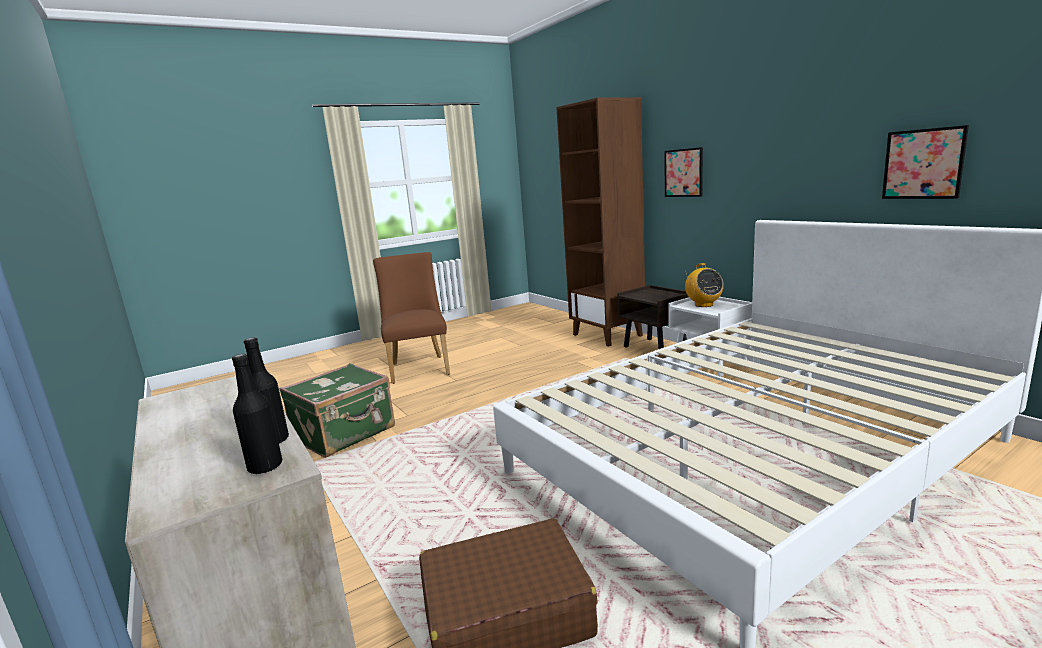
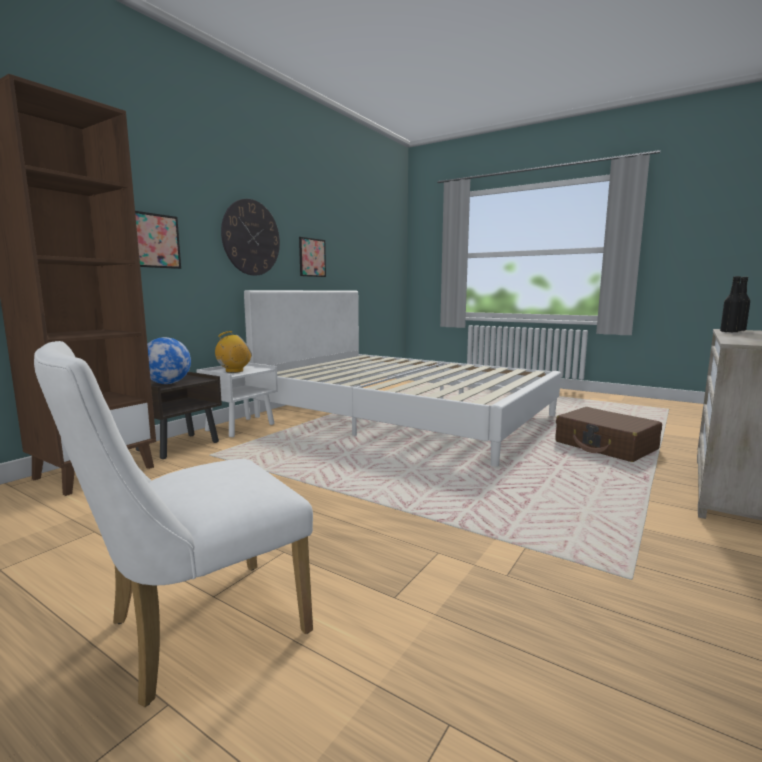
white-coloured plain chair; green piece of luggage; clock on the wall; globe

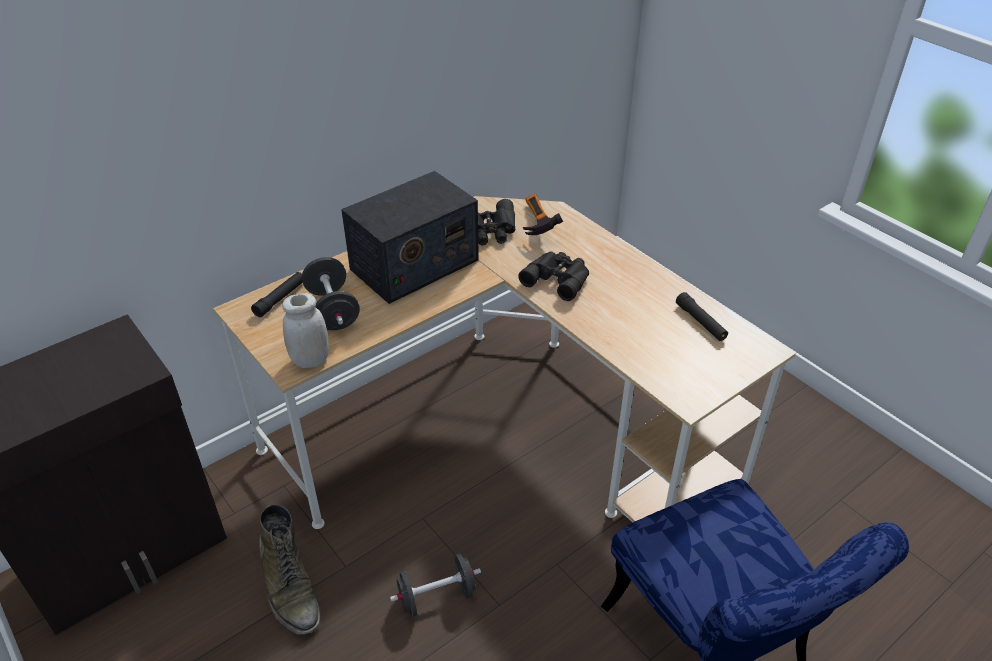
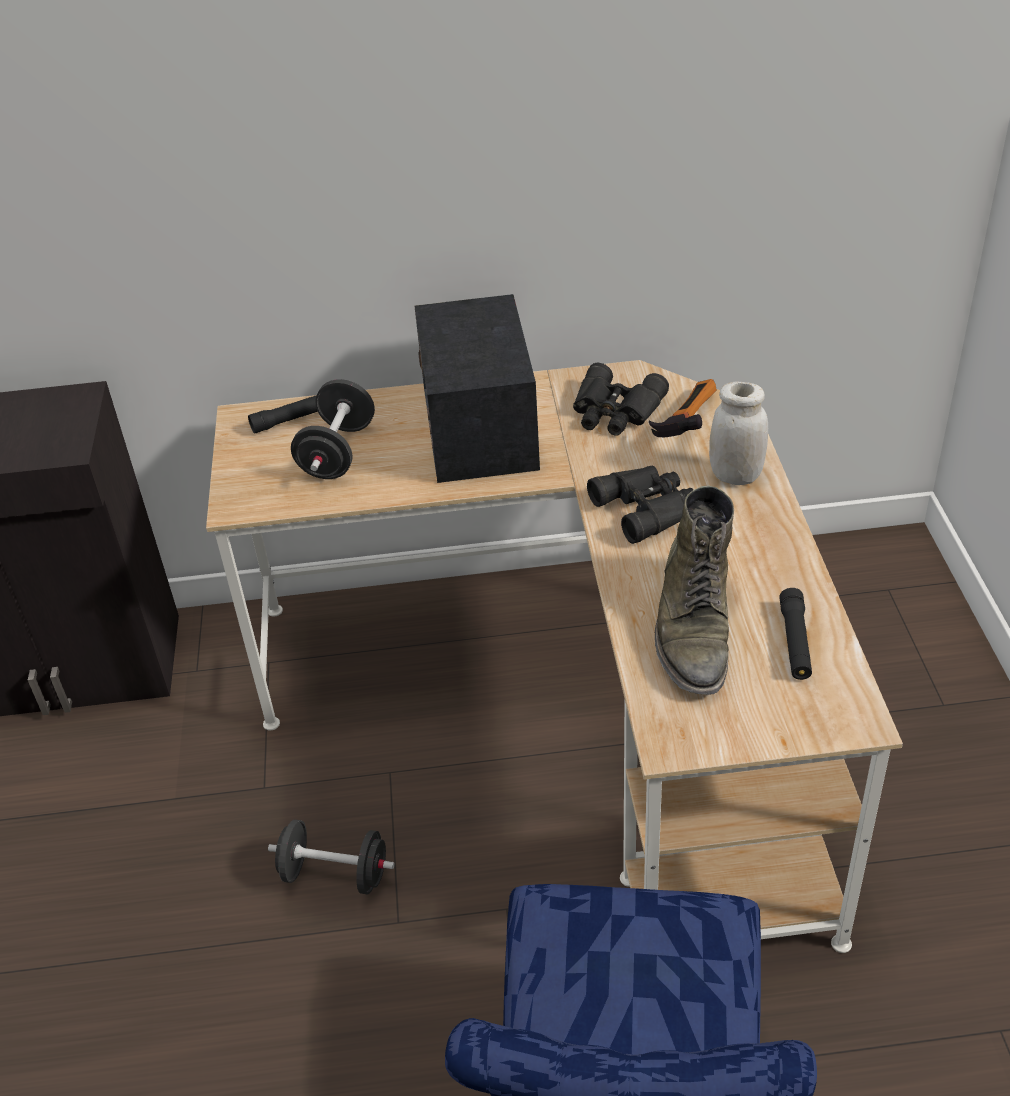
radio; white-coloured storage jar; green tall boot

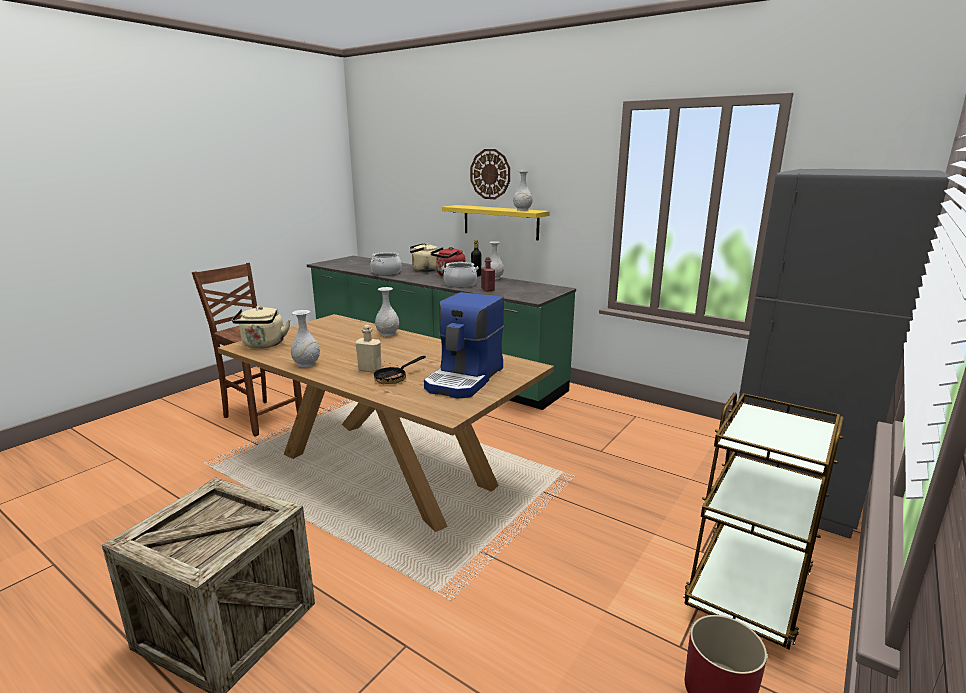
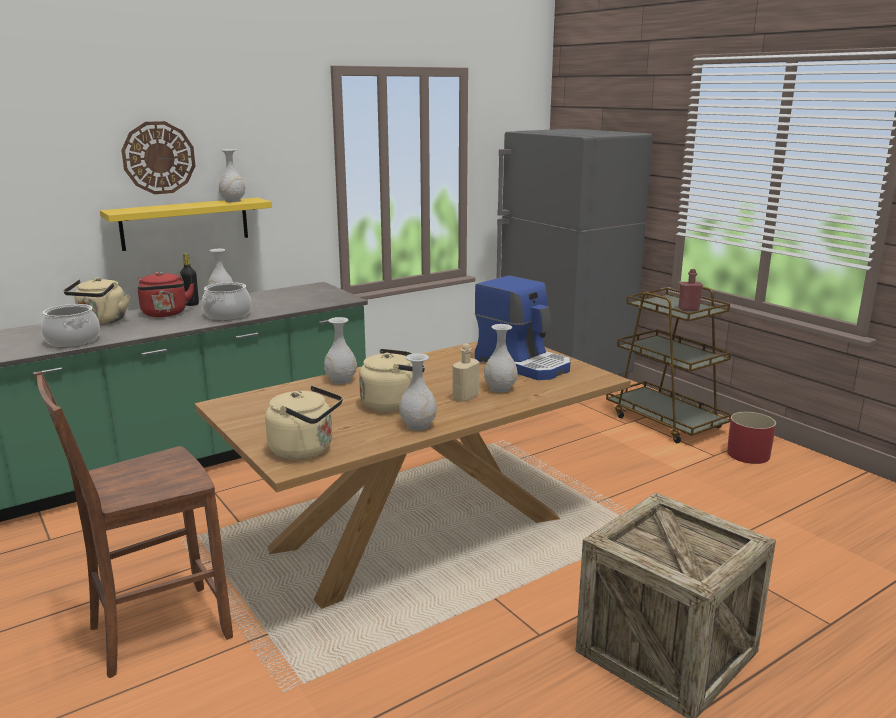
reddish beverage bottle; white-coloured flower vase (5th from left); beige kettle (3rd from left)

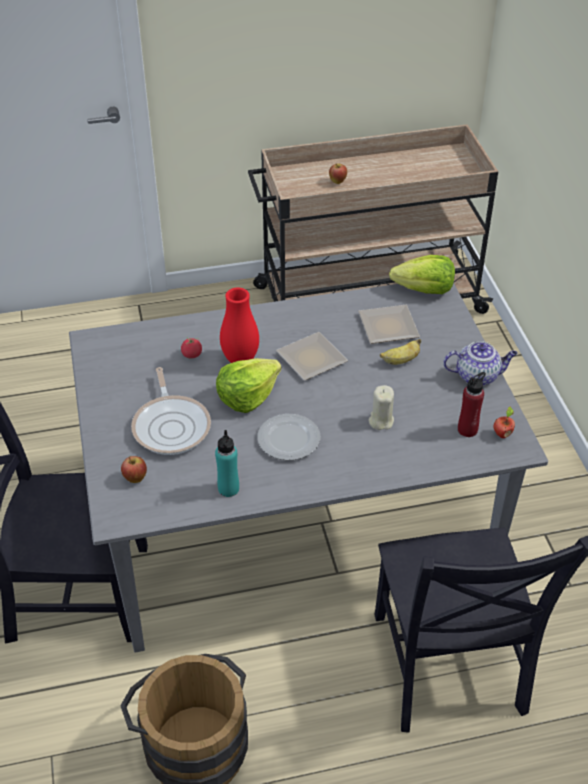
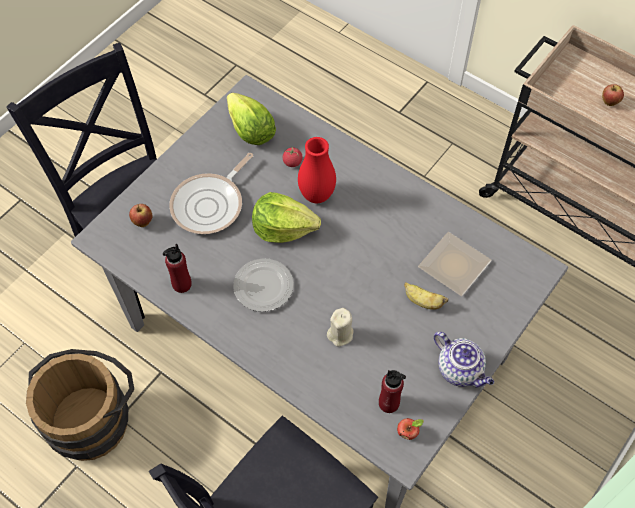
lettuce (1st from left); dinner plate (2nd from left in the first image); reddish beverage bottle (1st from left)

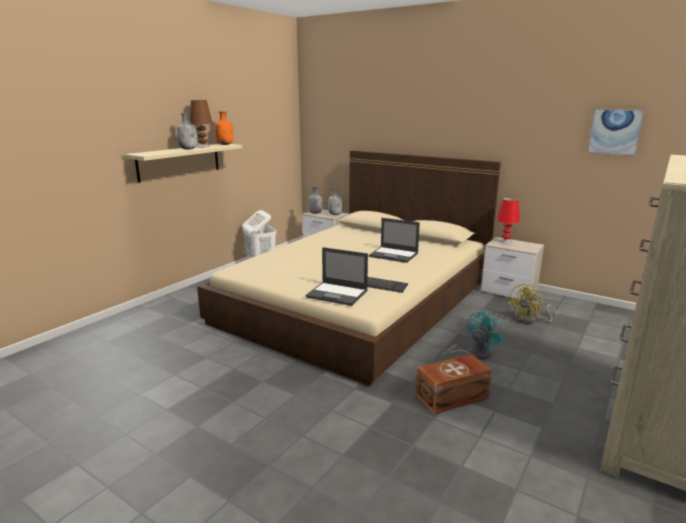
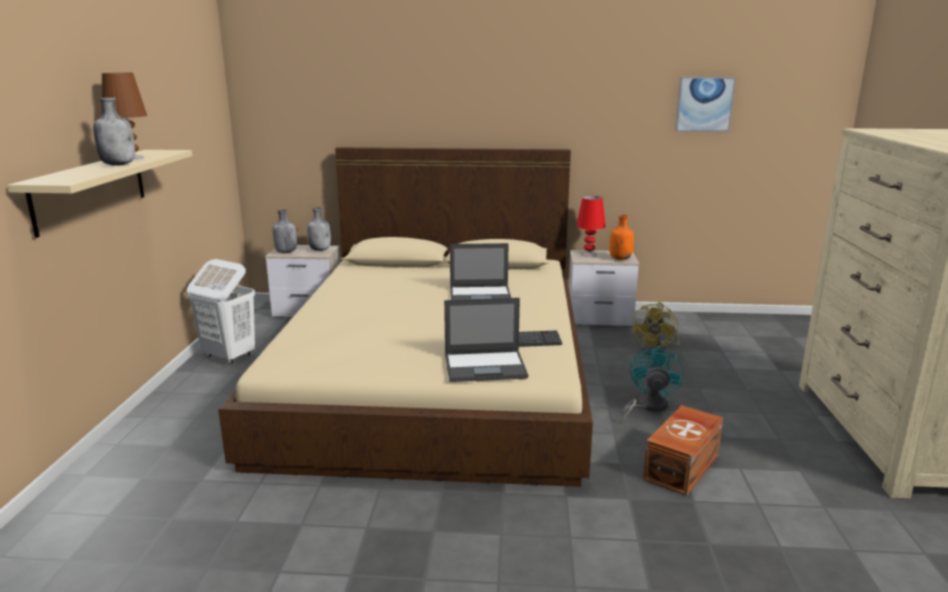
orangey beverage bottle

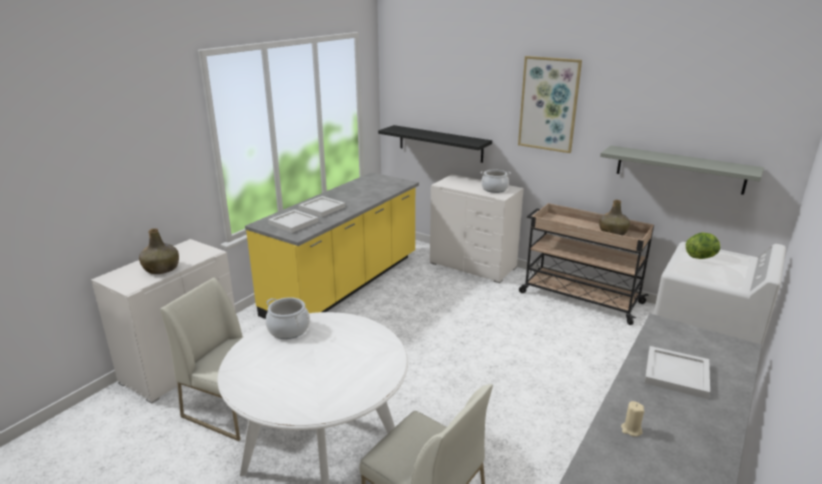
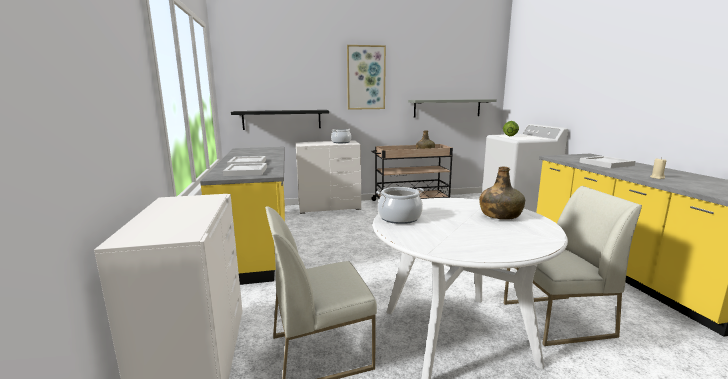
green beverage bottle (2nd from left)

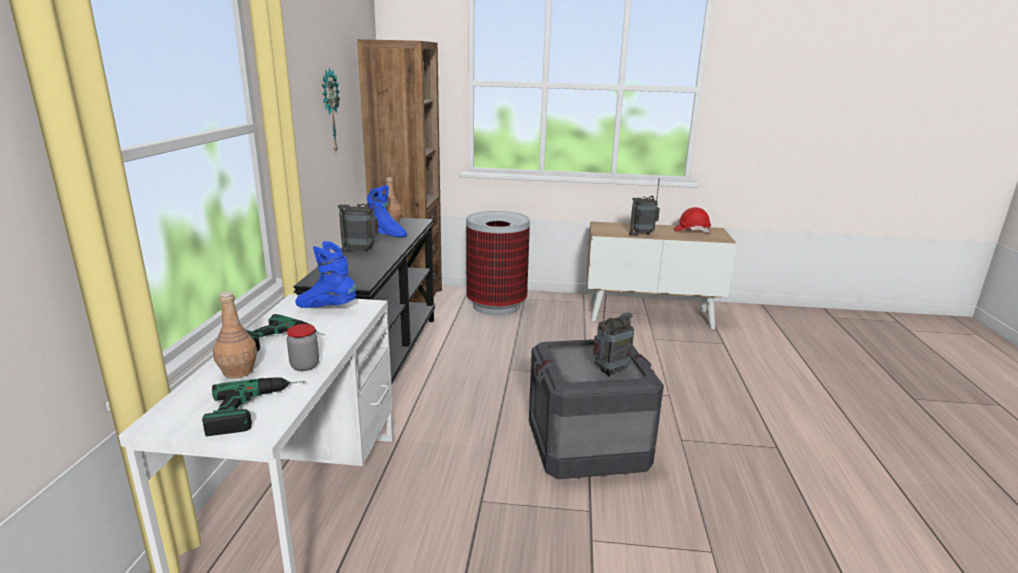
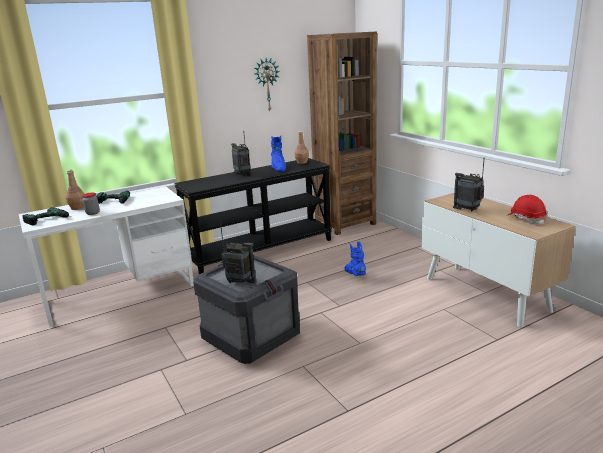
waste bin; blue tall boot (2nd from left)

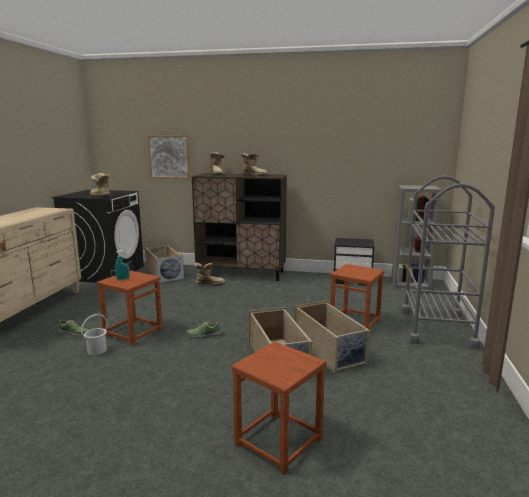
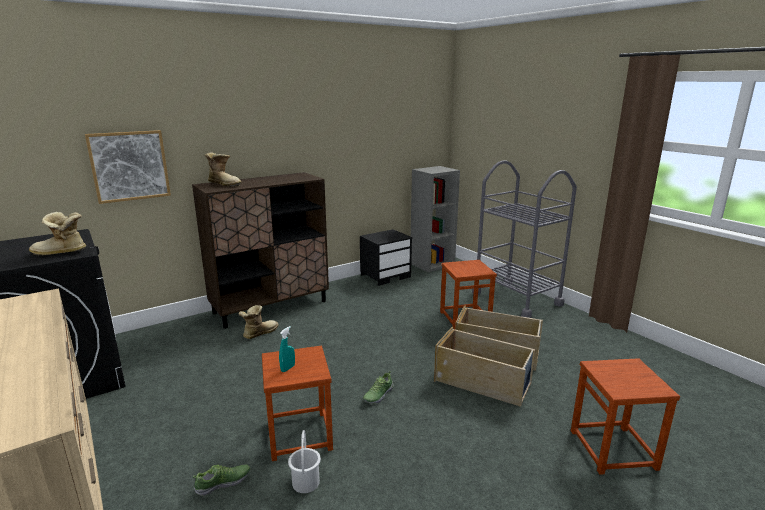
tall boot (4th from left in the first image); beige storage bin (1st from left in the first image)

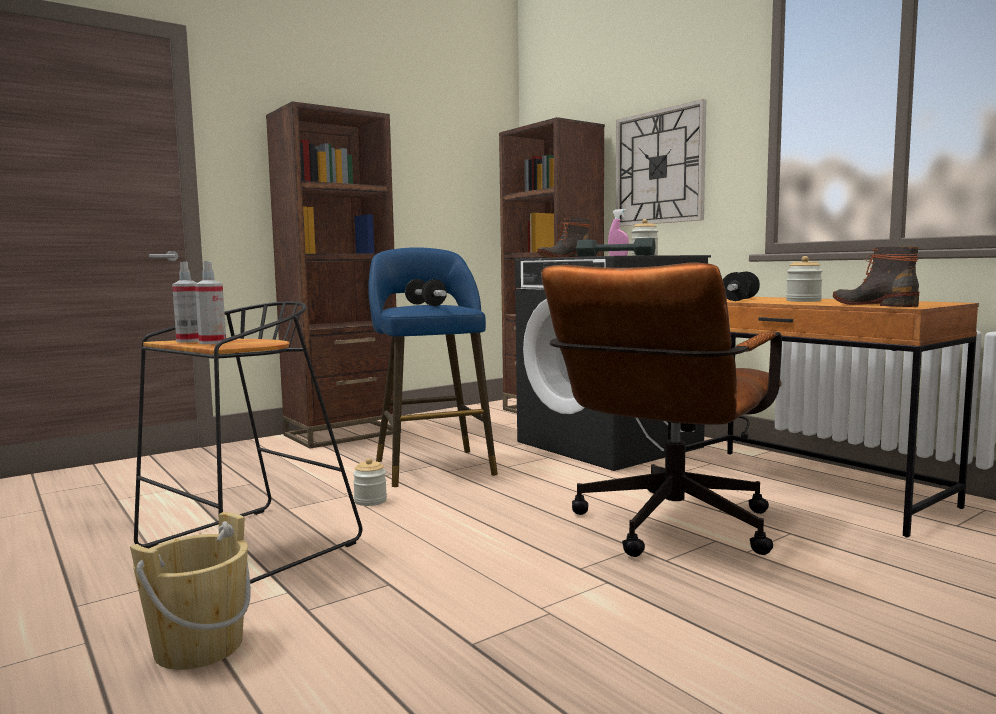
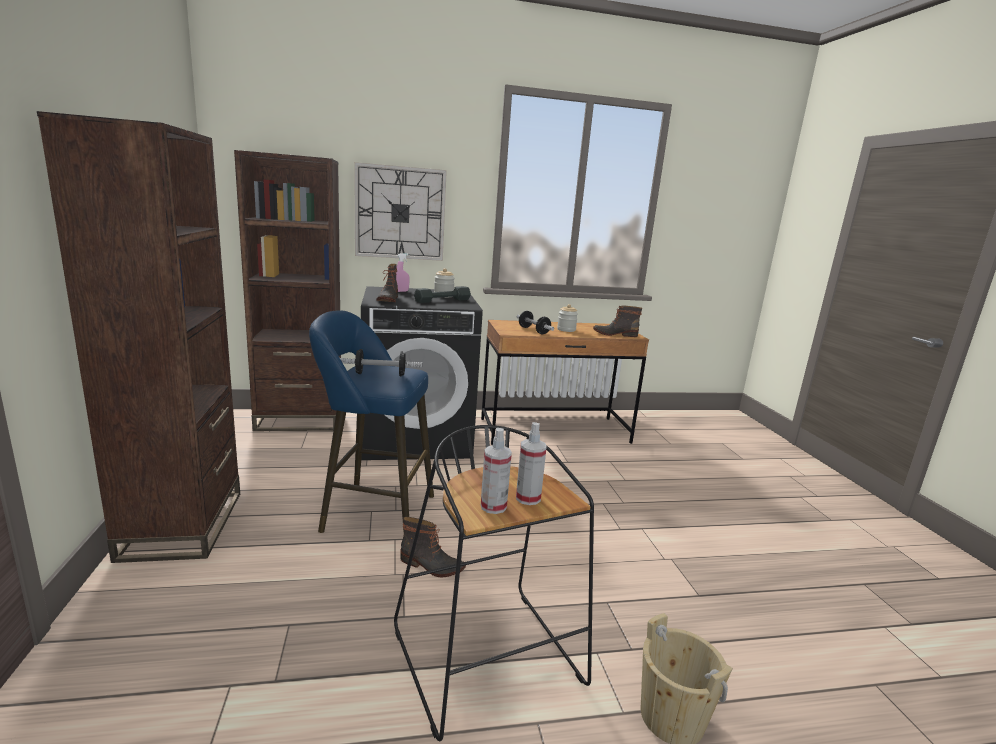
brown office chair; tall boot (2nd from left)

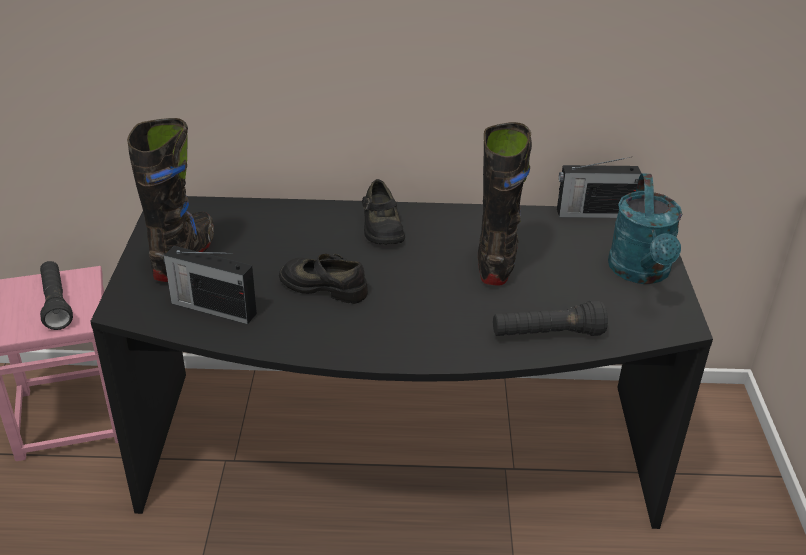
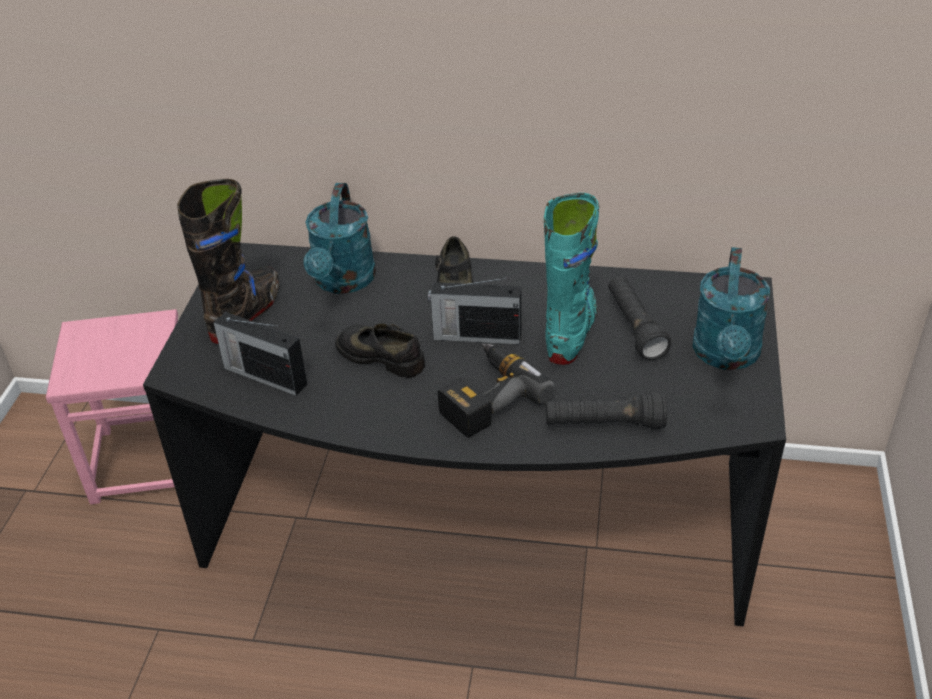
turquoise-coloured tall boot; radio (2nd from left); black-coloured torch (2nd from left); turquoise-coloured watering can (1st from left); power drill

